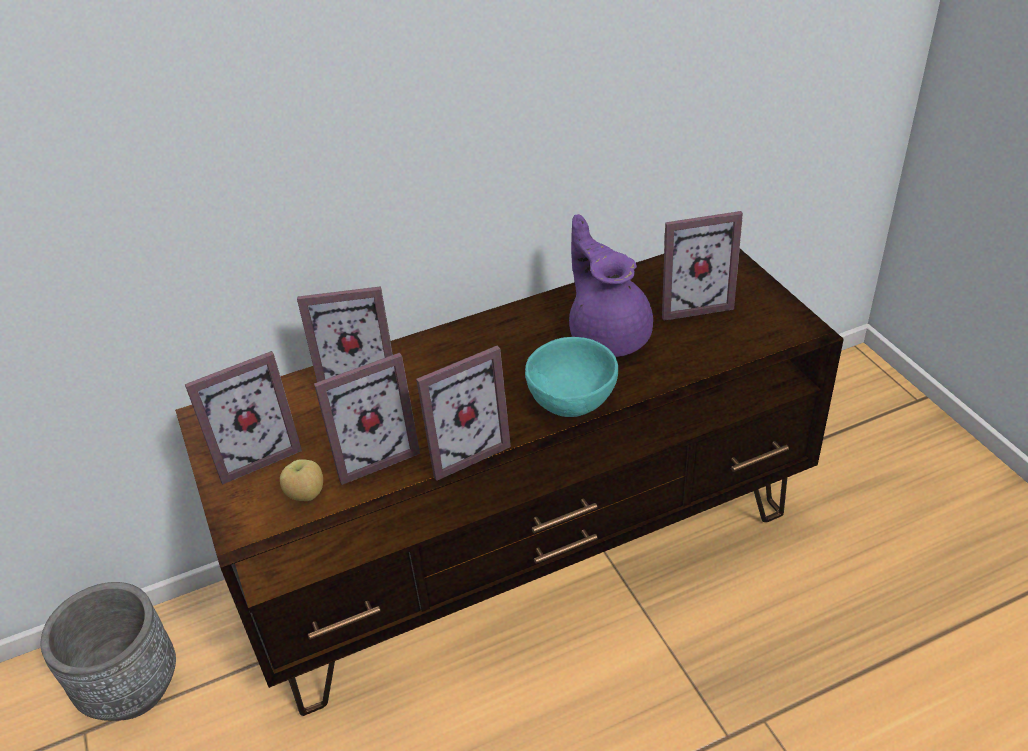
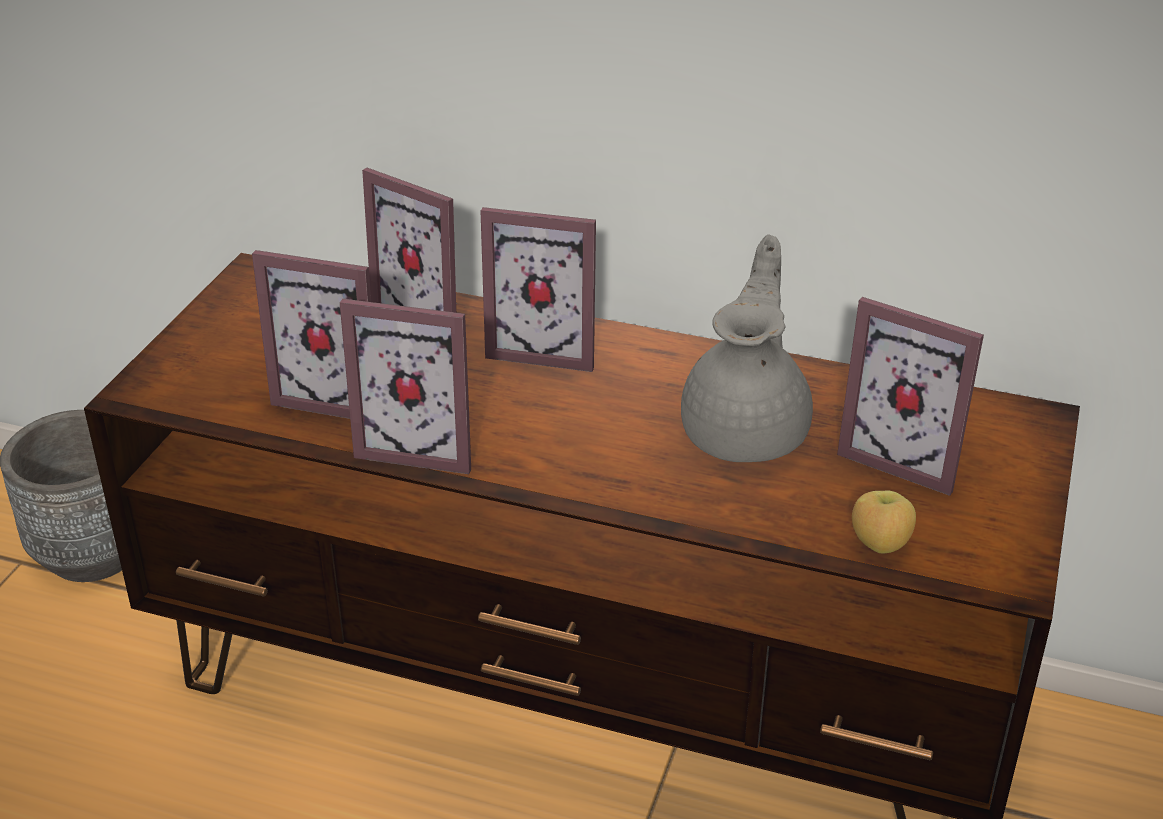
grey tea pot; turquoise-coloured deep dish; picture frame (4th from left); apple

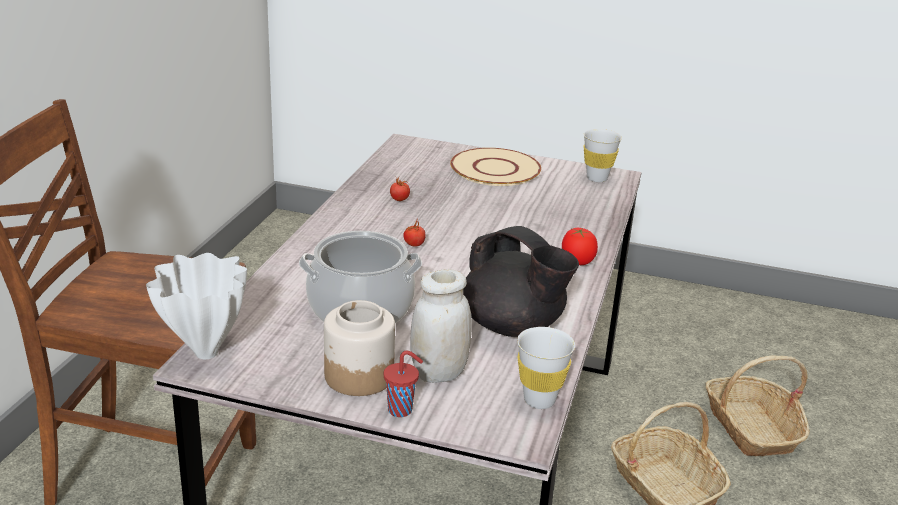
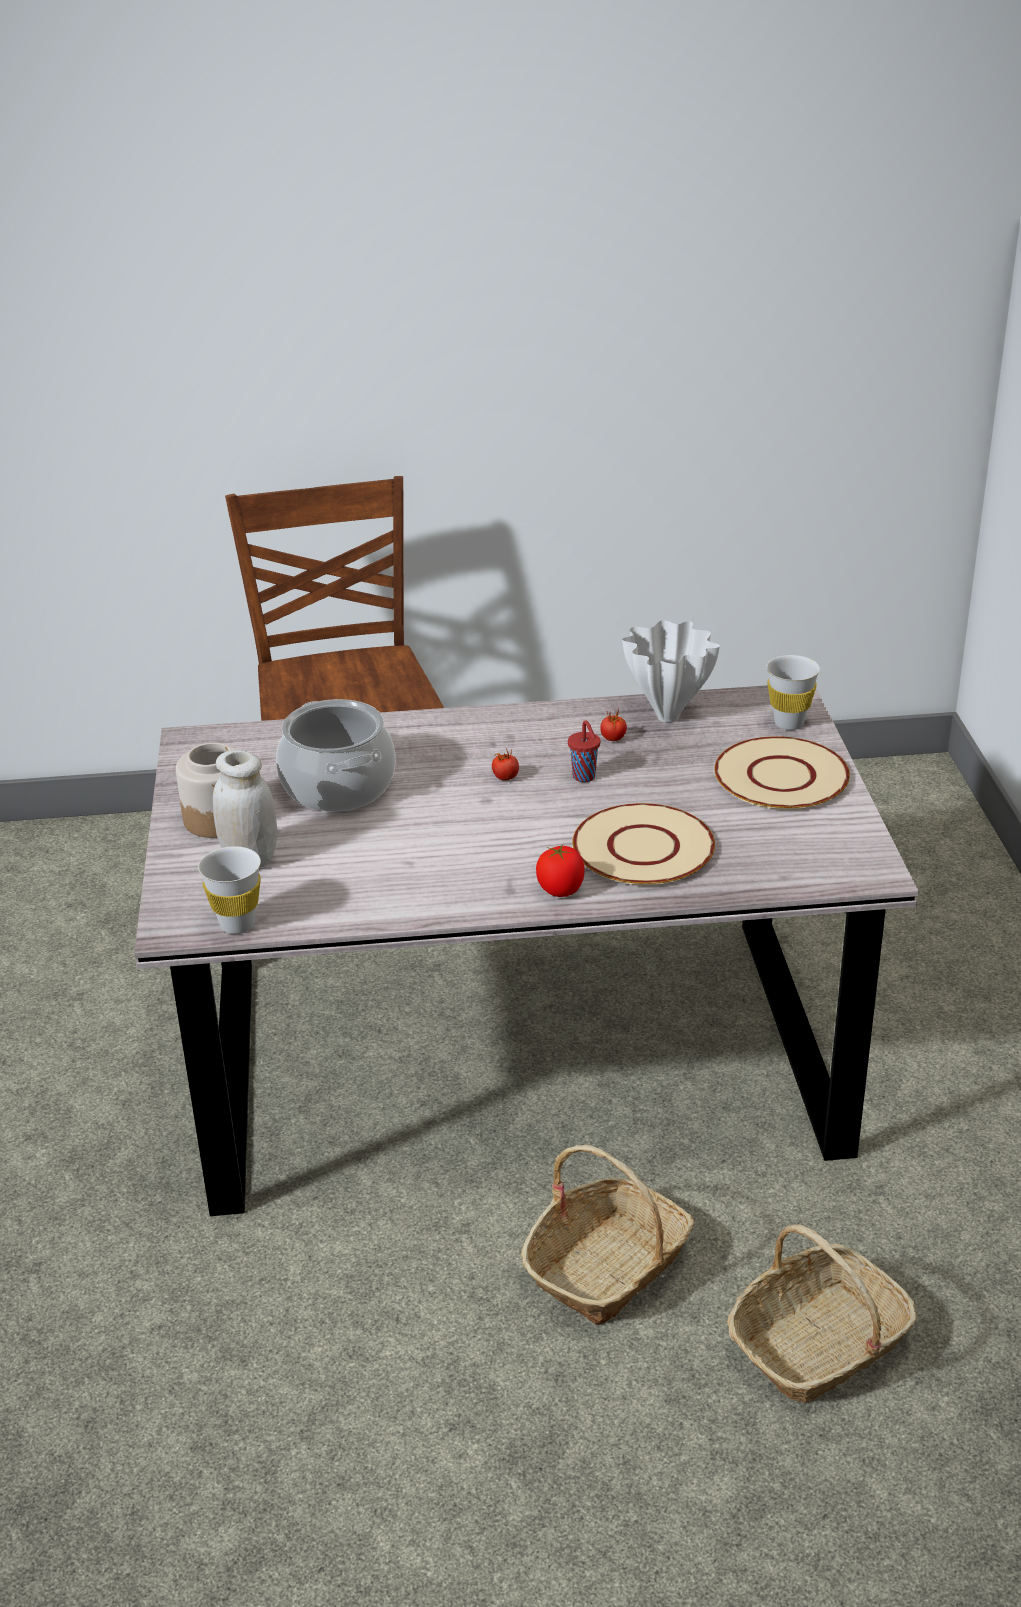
white-coloured small cup (2nd from left); black-coloured tea pot; white-coloured flower vase; reddish small cup; beige dinner plate (1st from left)

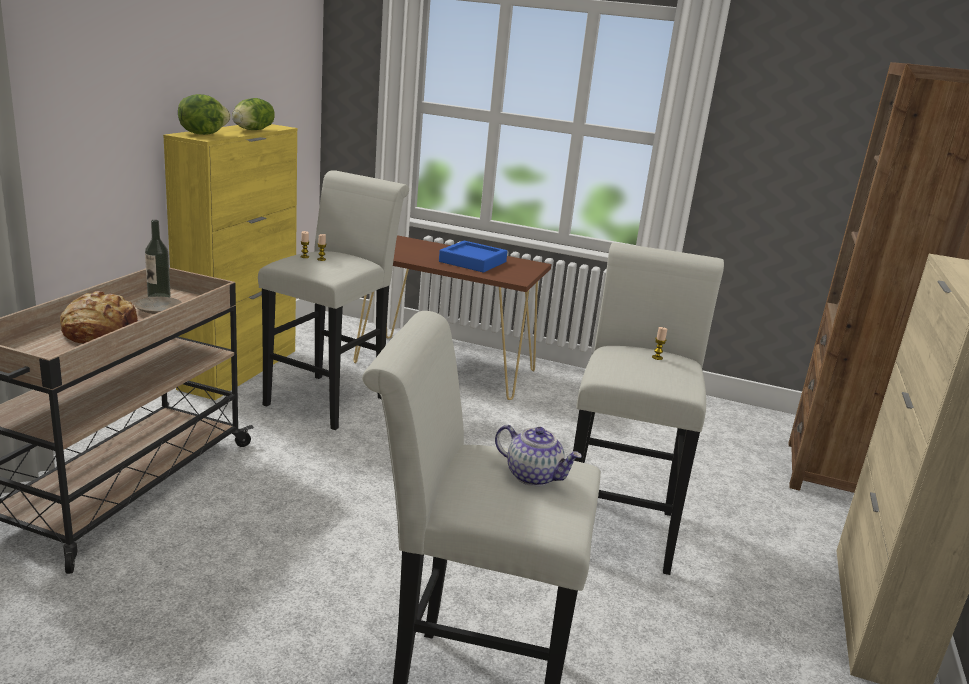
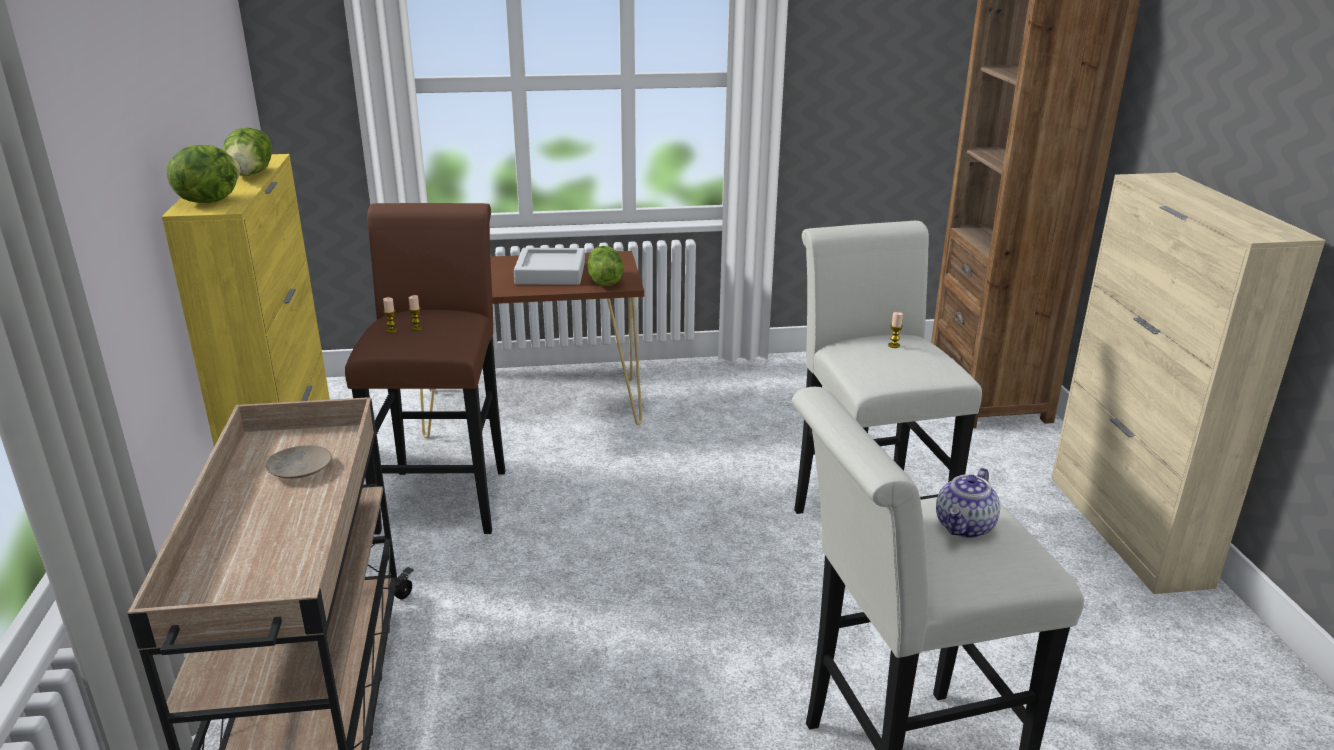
brown stool seat; beverage bottle; grey tray; baked bread; tea pot; lettuce (3rd from left)

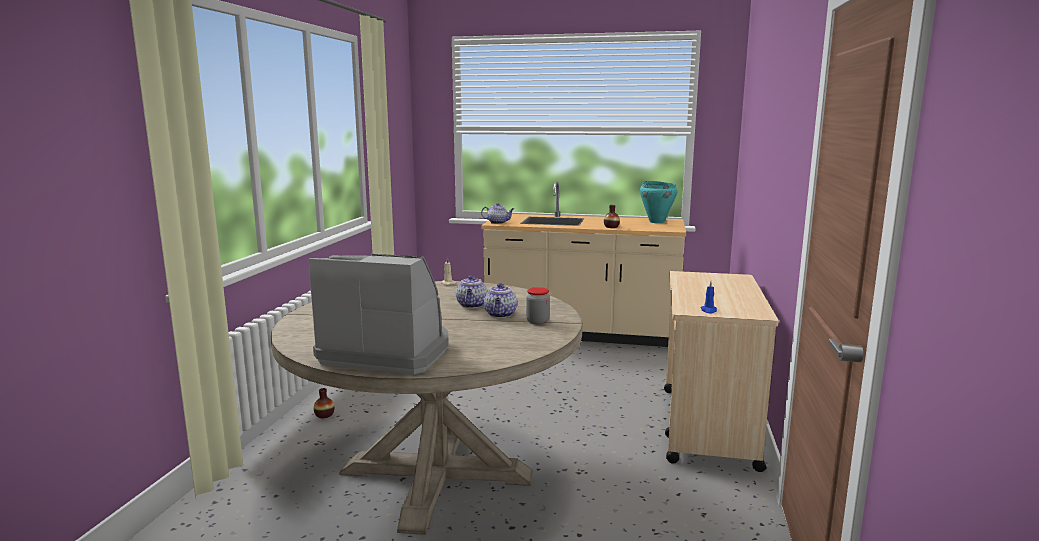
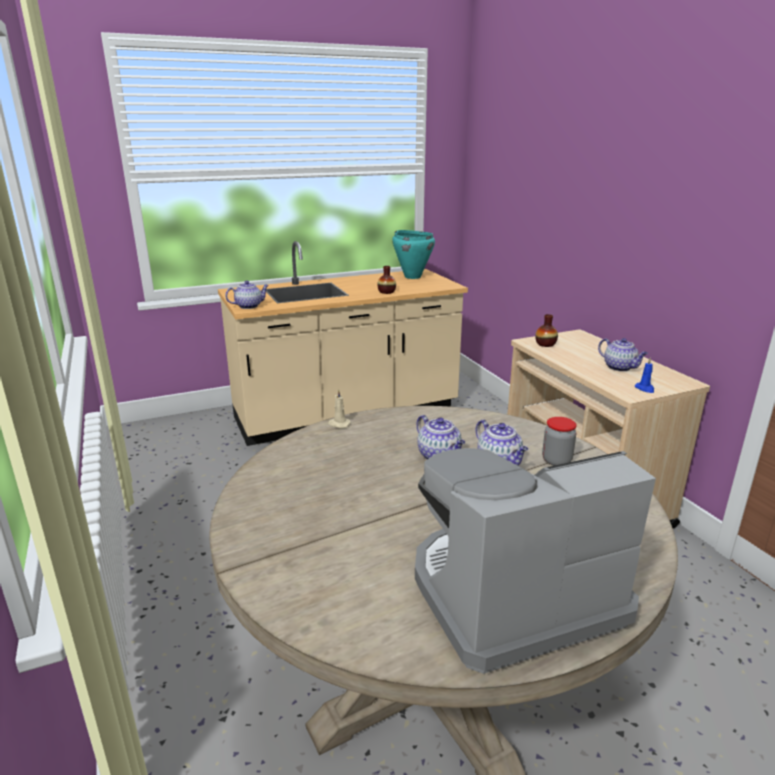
flower vase (2nd from left); tea pot (4th from left)

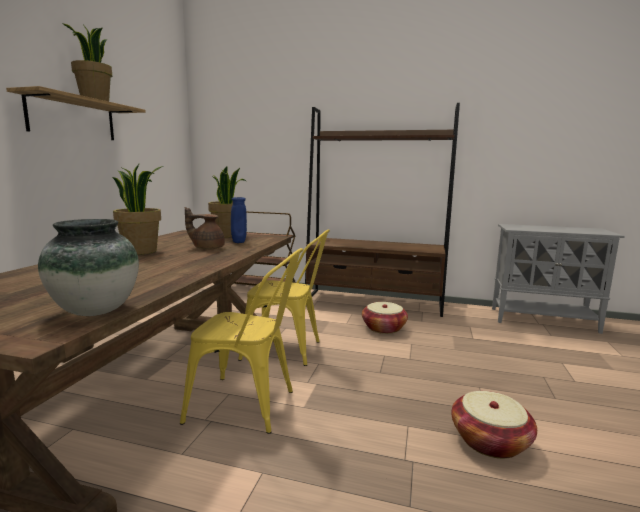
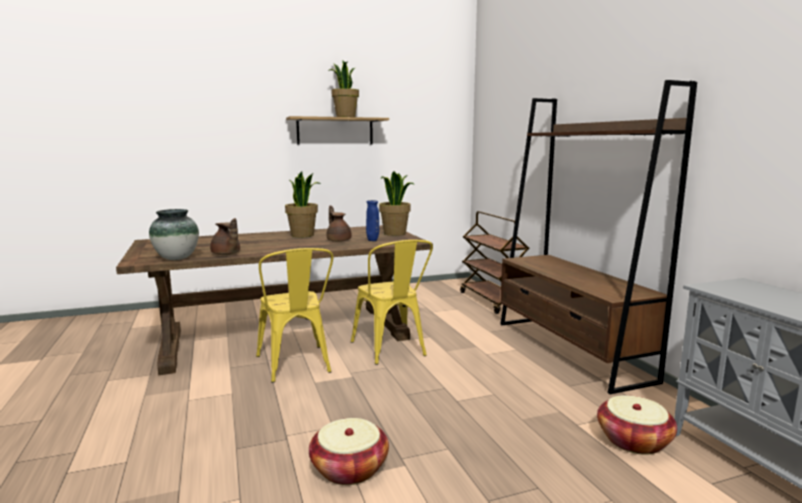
household basket (2nd from left); brown tea pot (1st from left)

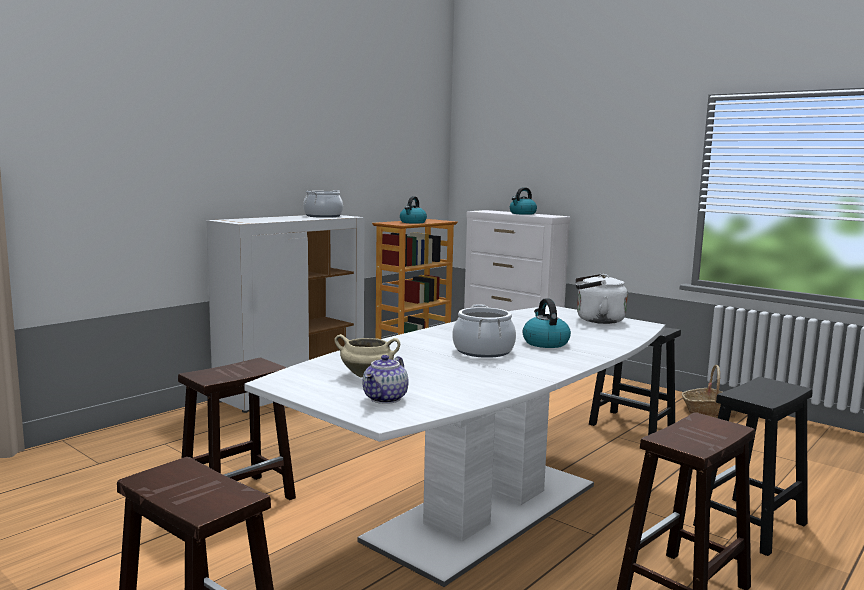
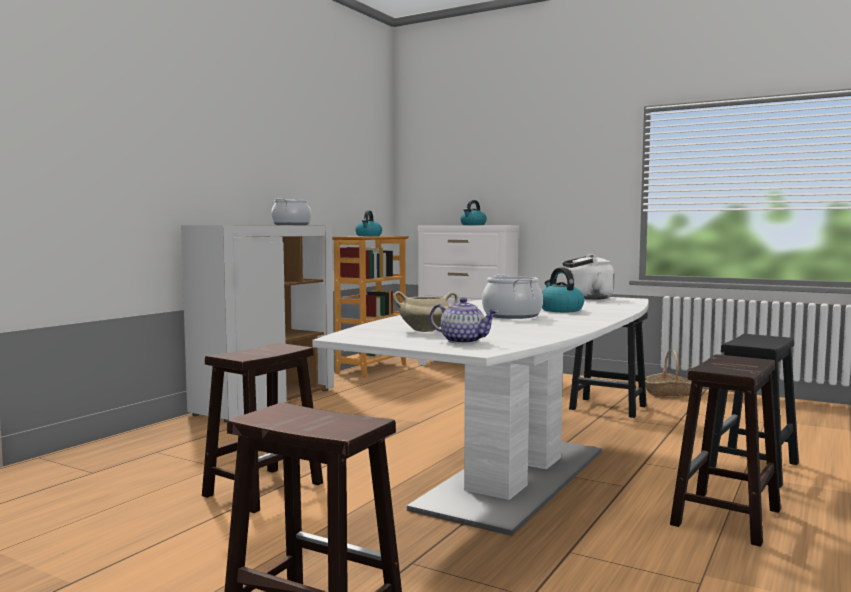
tea pot

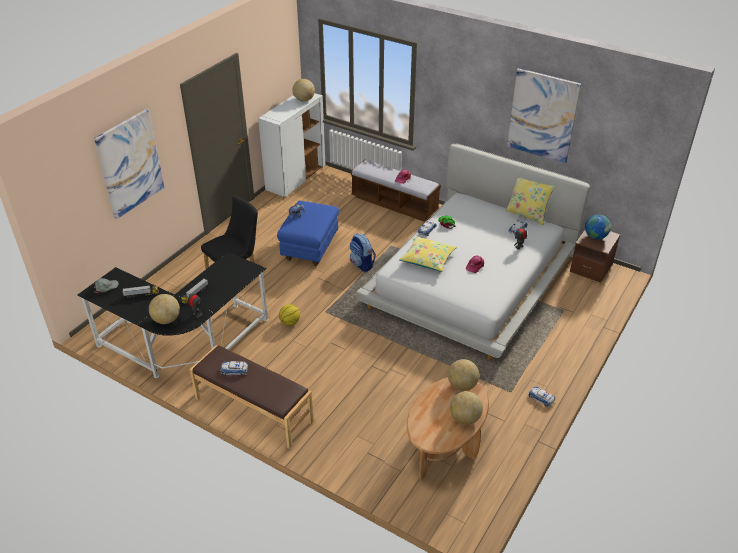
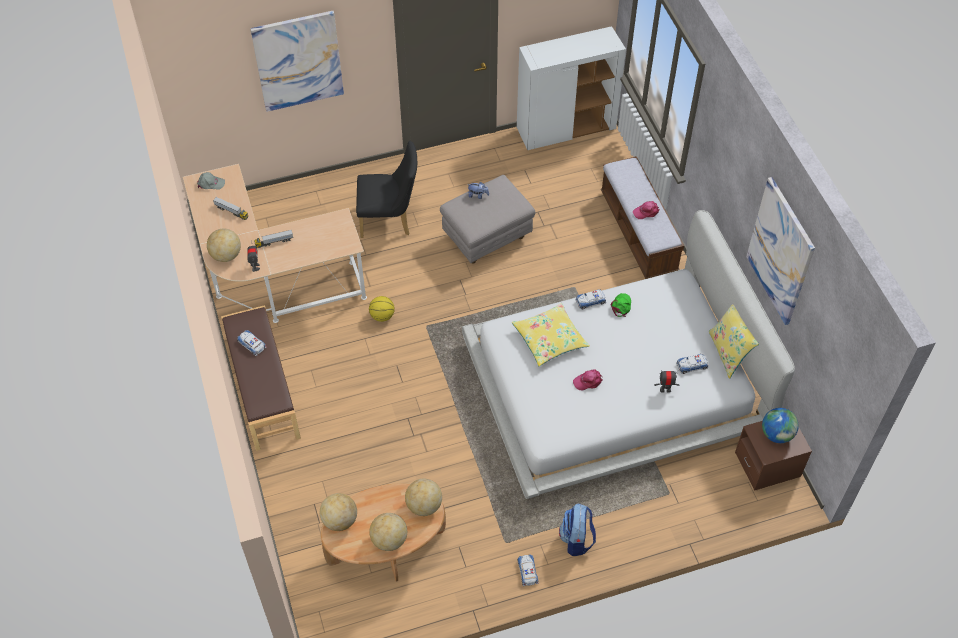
globe (2nd from left); grey ottoman; backpack; beige desk

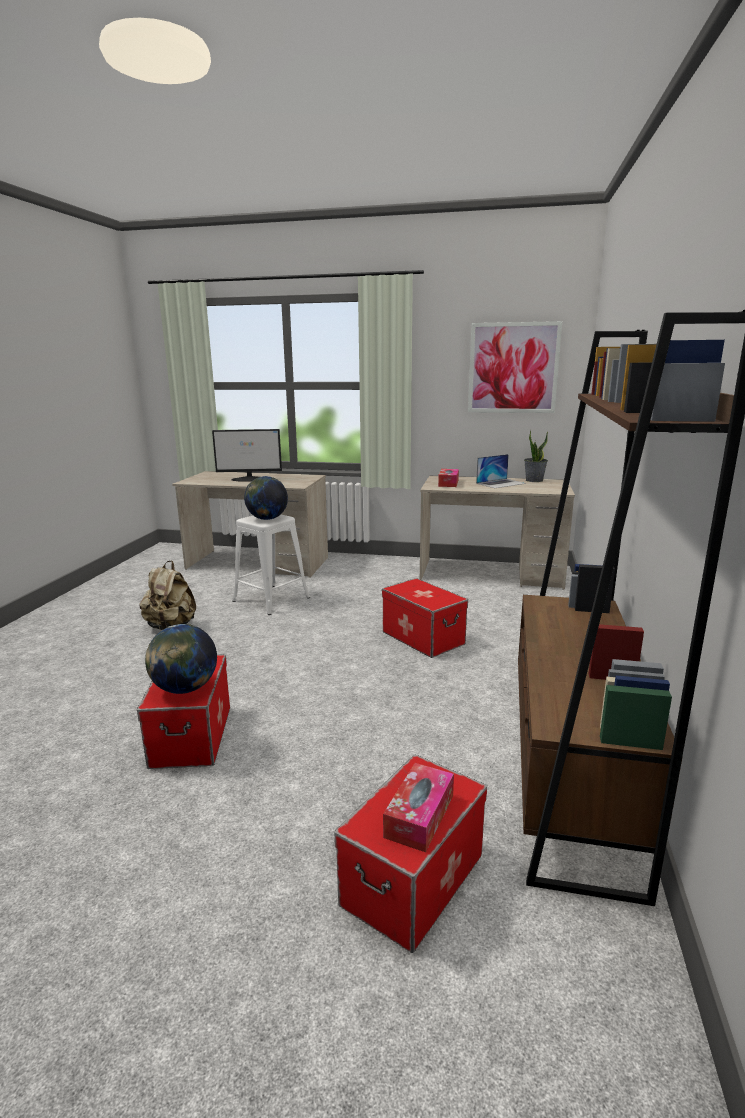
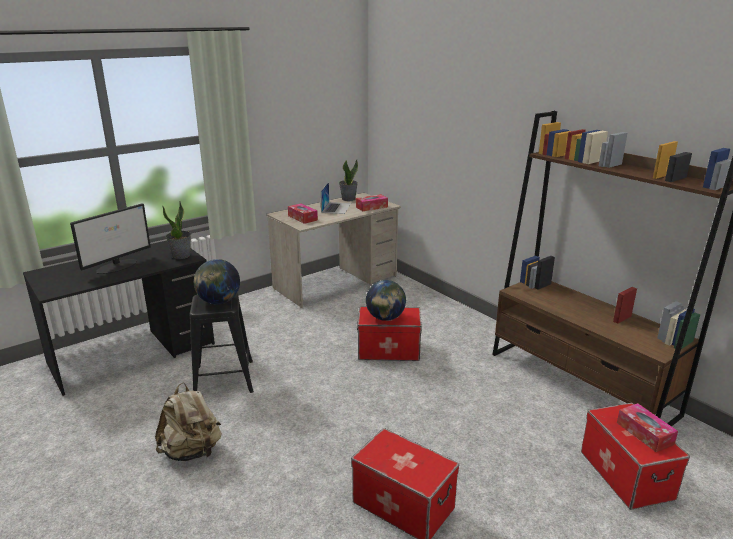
picture; black-coloured desk; black-coloured stool seat; globe (2nd from left); box of tissues (2nd from left); plant in a pot (1st from left)

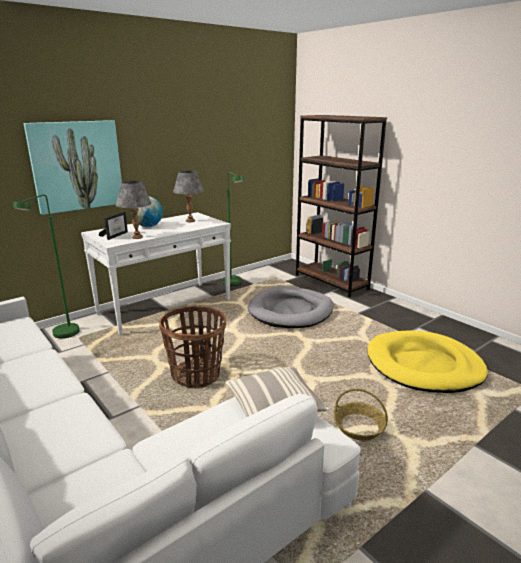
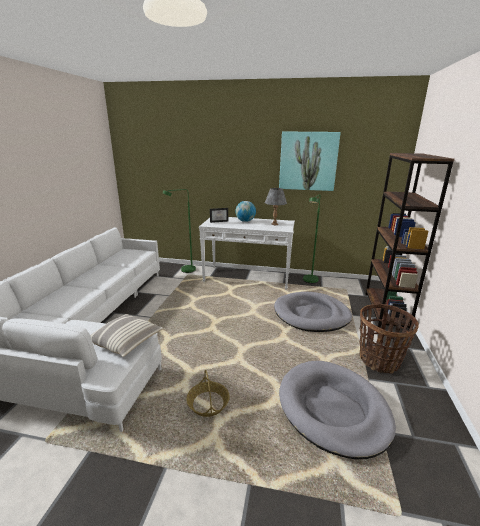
picture; grey lamp for a table (1st from left in the first image); household basket (2nd from left); grey pet bed (2nd from left)

